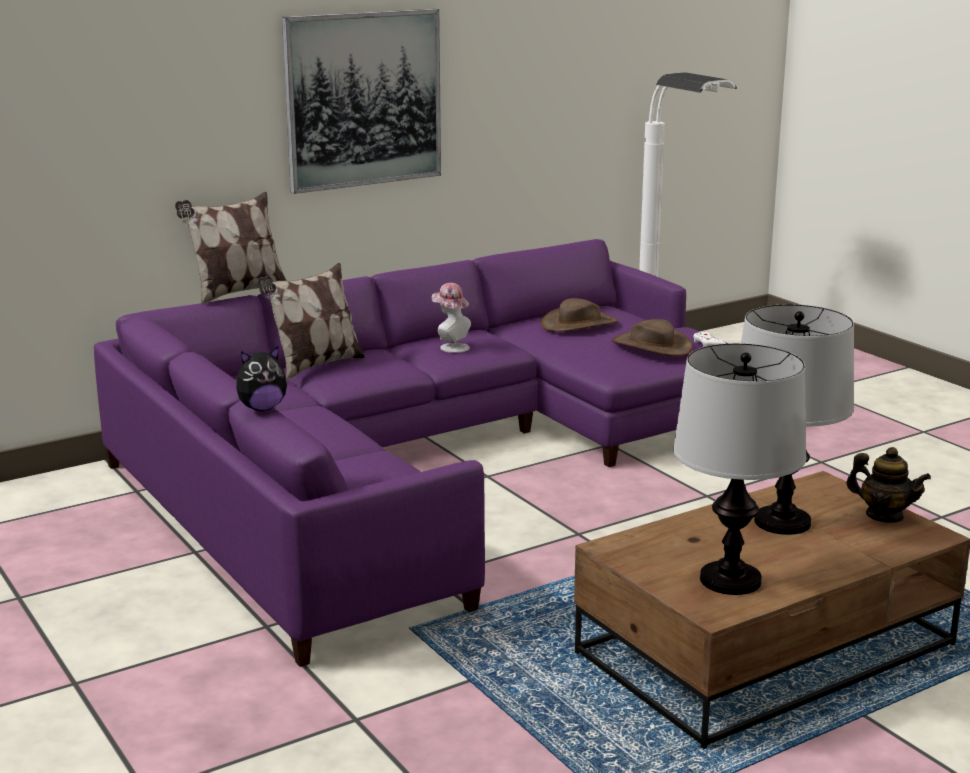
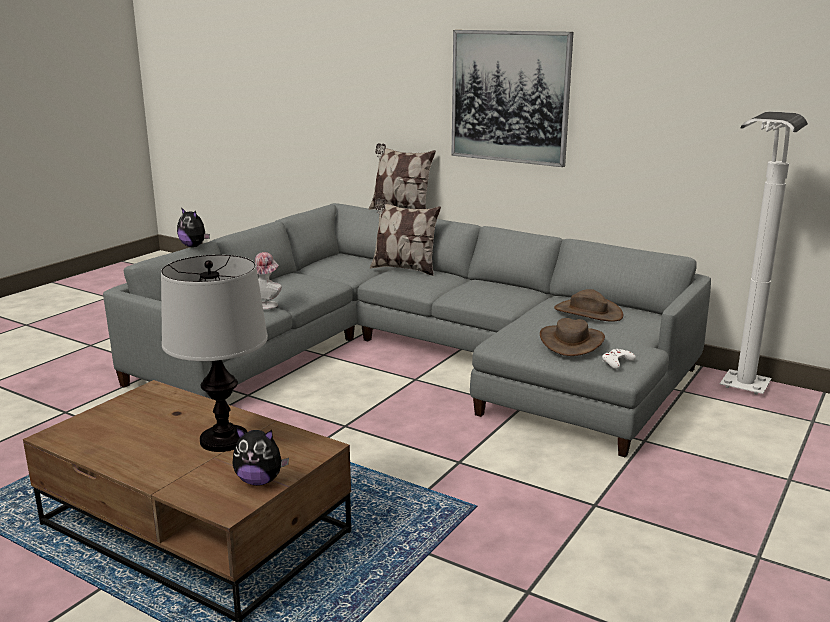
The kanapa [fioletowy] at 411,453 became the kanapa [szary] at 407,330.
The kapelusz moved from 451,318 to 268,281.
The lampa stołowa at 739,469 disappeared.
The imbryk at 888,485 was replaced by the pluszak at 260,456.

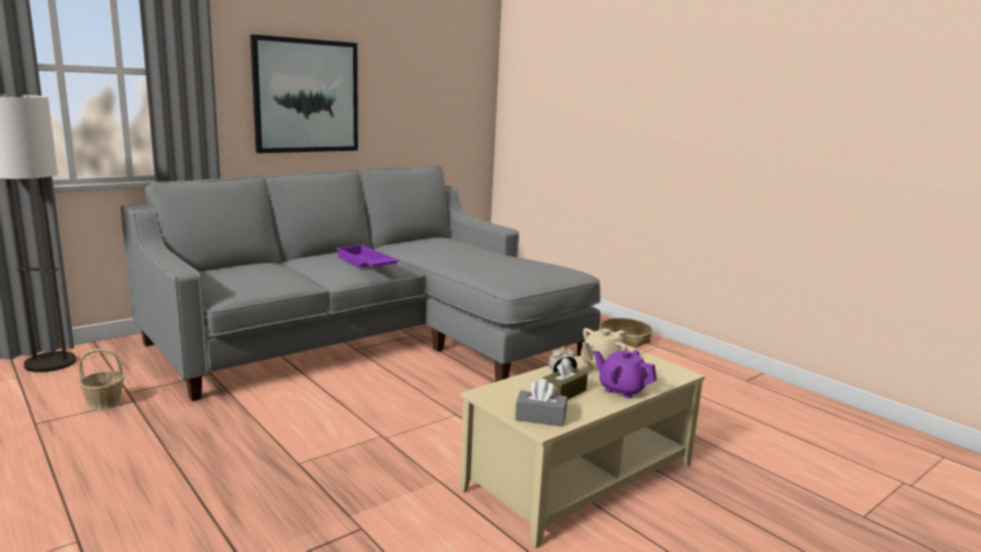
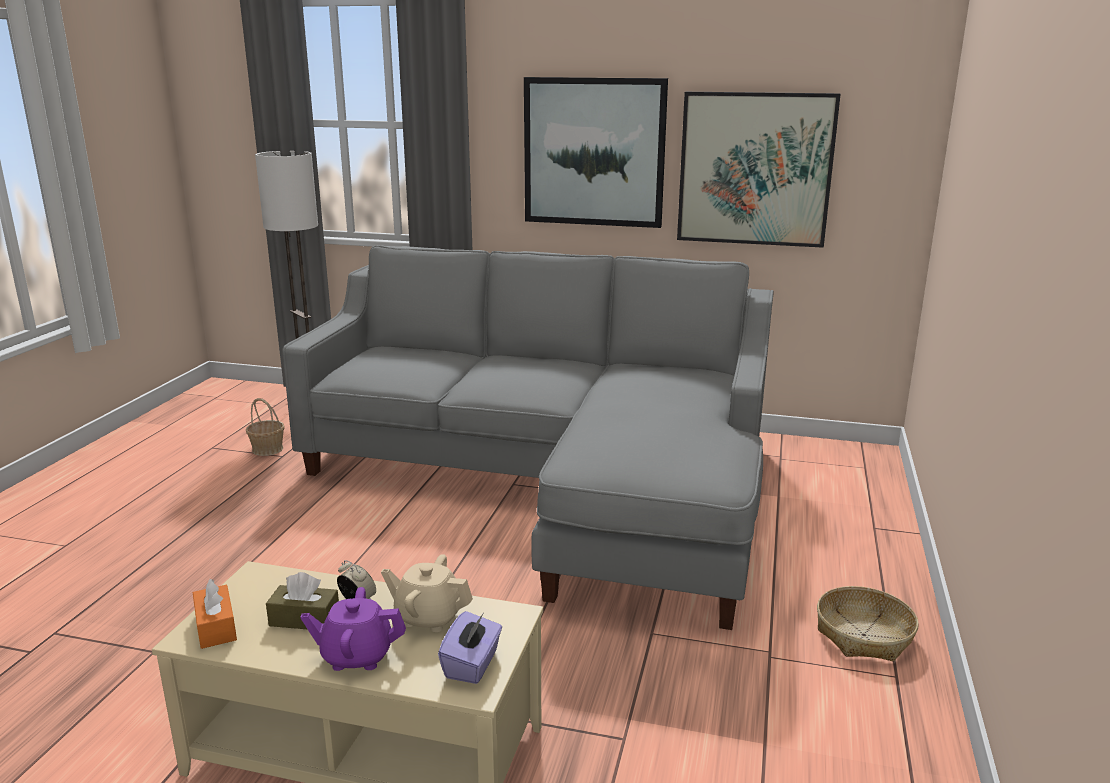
The taca [fioletowy] at 367,256 disappeared.
The imbryk [fioletowy] at 625,374 turned 90 degrees counterclockwise.
The pudełko chusteczek [szary] at 541,403 became the pudełko chusteczek [pomarańczowy] at 215,614.
The obraz at 759,170 appeared.
The pudełko chusteczek [fioletowy] at 470,647 appeared.

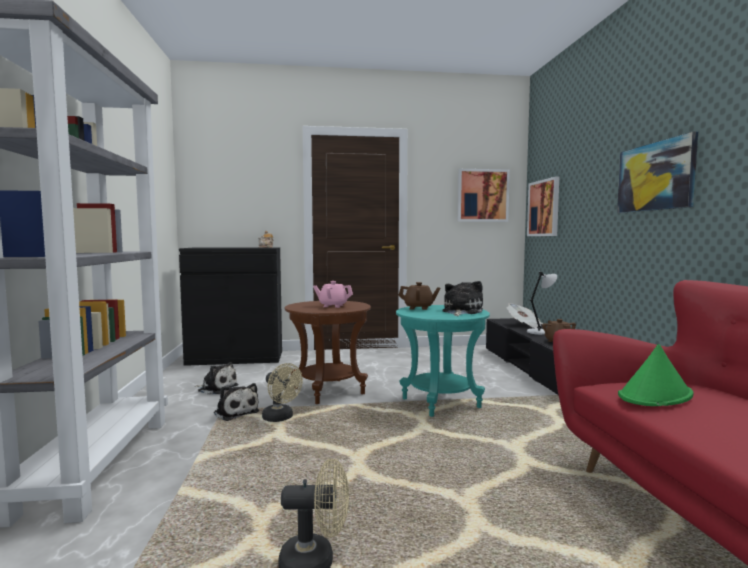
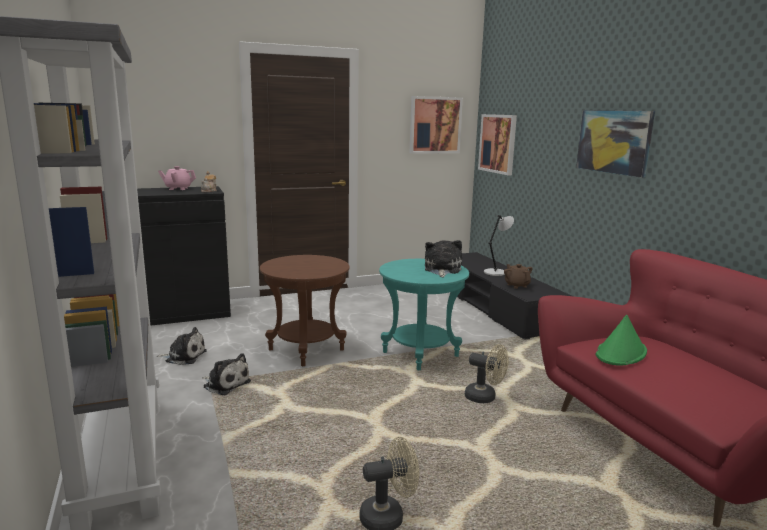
The imbryk [różowy] moved from 333,294 to 177,178.
The imbryk [brązowy] at 419,296 disappeared.
The gazeta at 525,315 disappeared.
The wentylator [beżowy] moved from 282,392 to 487,373.

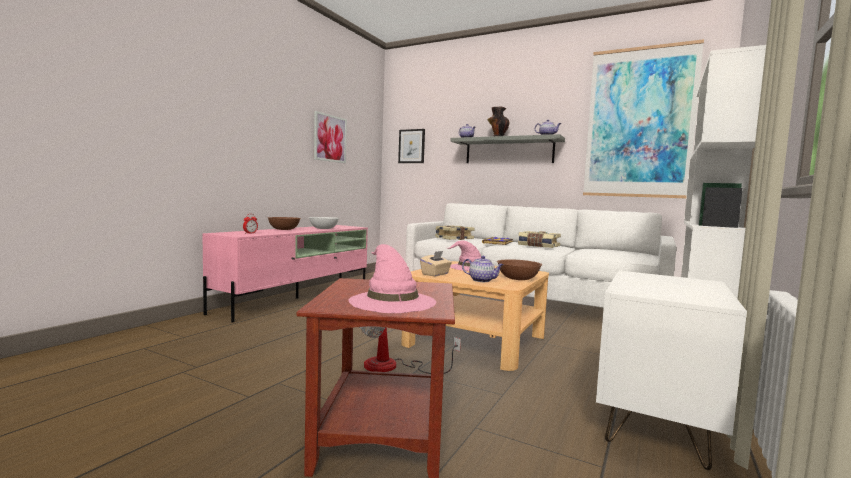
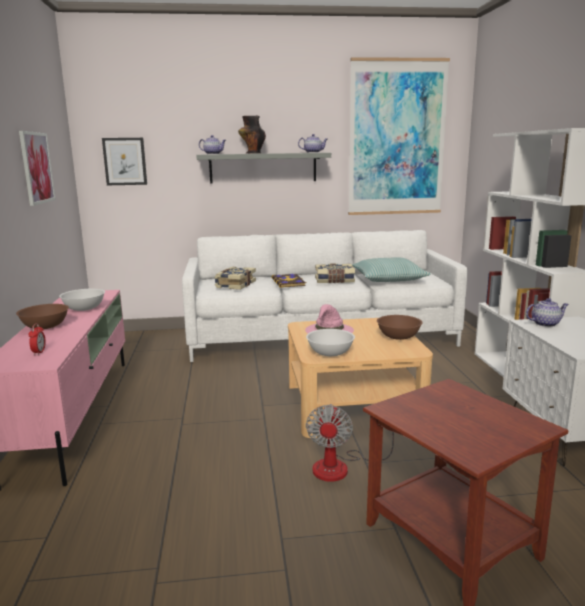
The kapelusz [różowy] at 392,278 disappeared.
The pudełko chusteczek [beżowy] at 436,264 was replaced by the miska [biały] at 330,342.
The imbryk moved from 483,269 to 547,312.
The poduszka at 391,270 appeared.

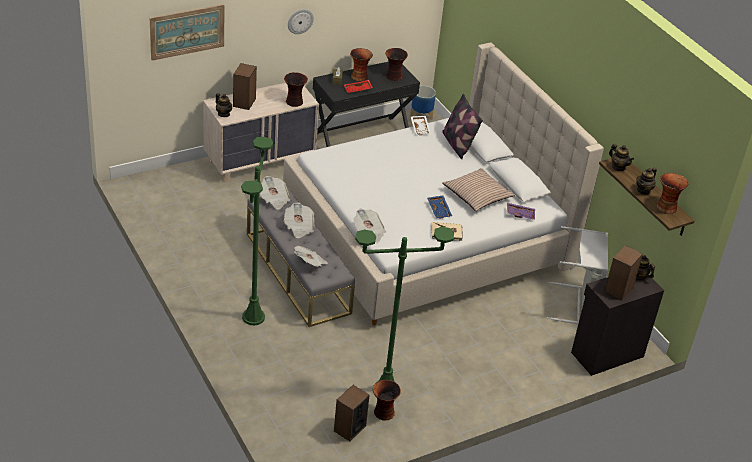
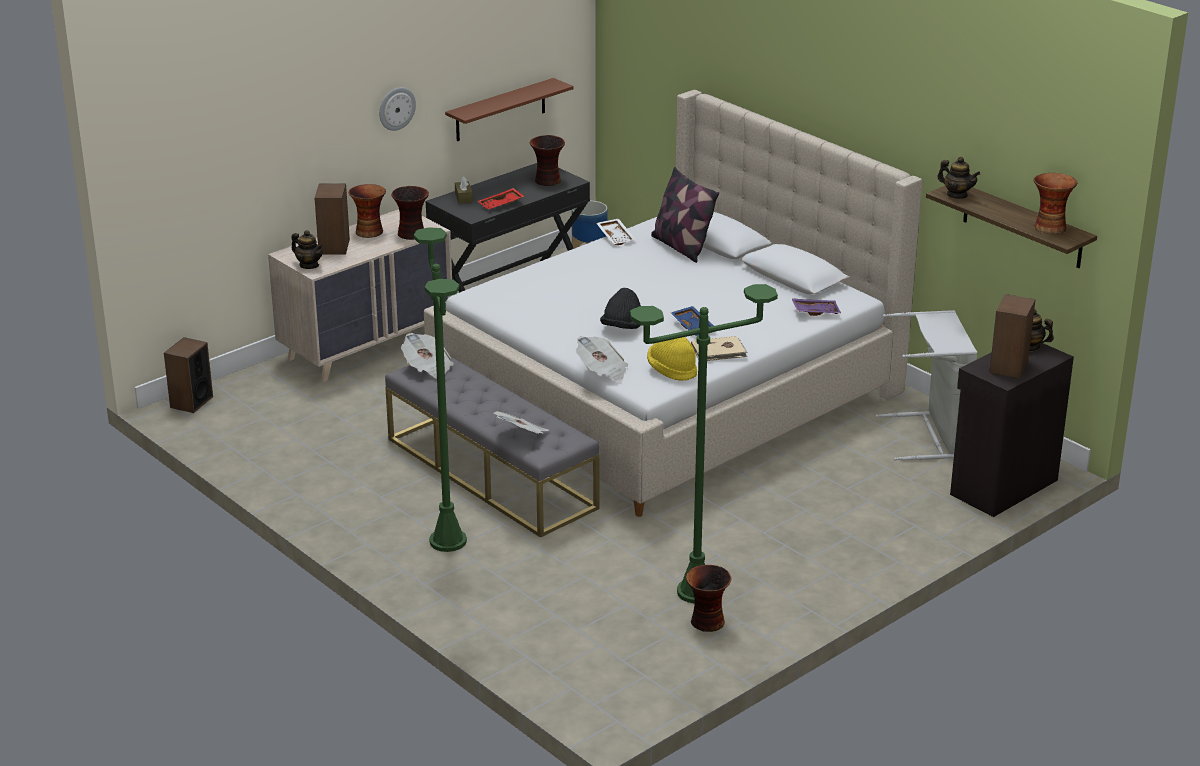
The obraz at 187,32 disappeared.
The wazon moved from 361,65 to 367,211.
The poduszka at 479,189 disappeared.
The imbryk at 646,181 disappeared.
The gazeta at 299,220 disappeared.
The głośnik moved from 352,413 to 188,375.
The półka [brązowy] at 509,109 appeared.
The kapelusz [czarny] at 620,308 appeared.
The kapelusz [żółty] at 672,359 appeared.

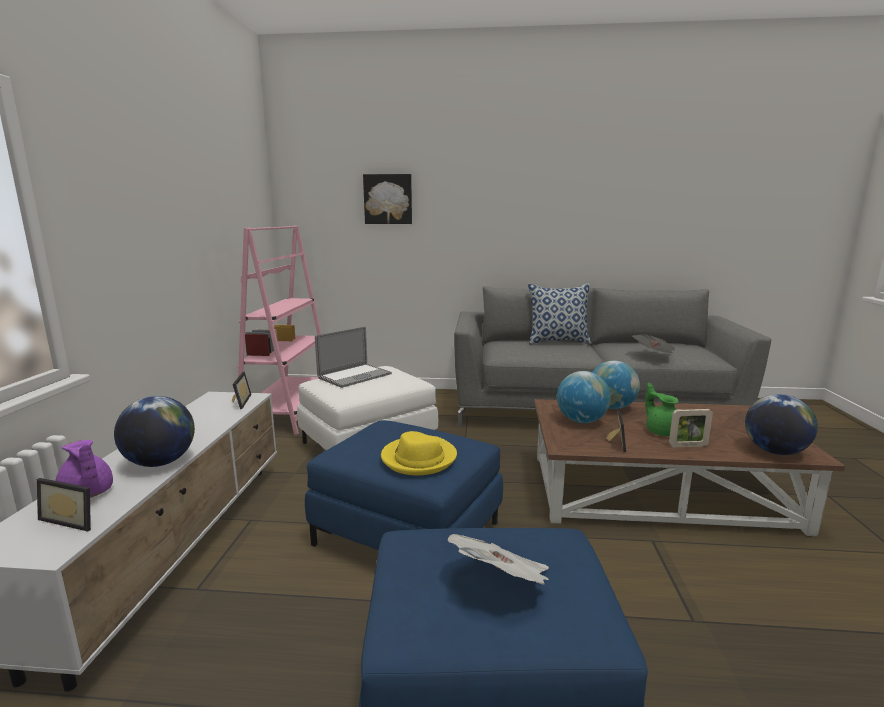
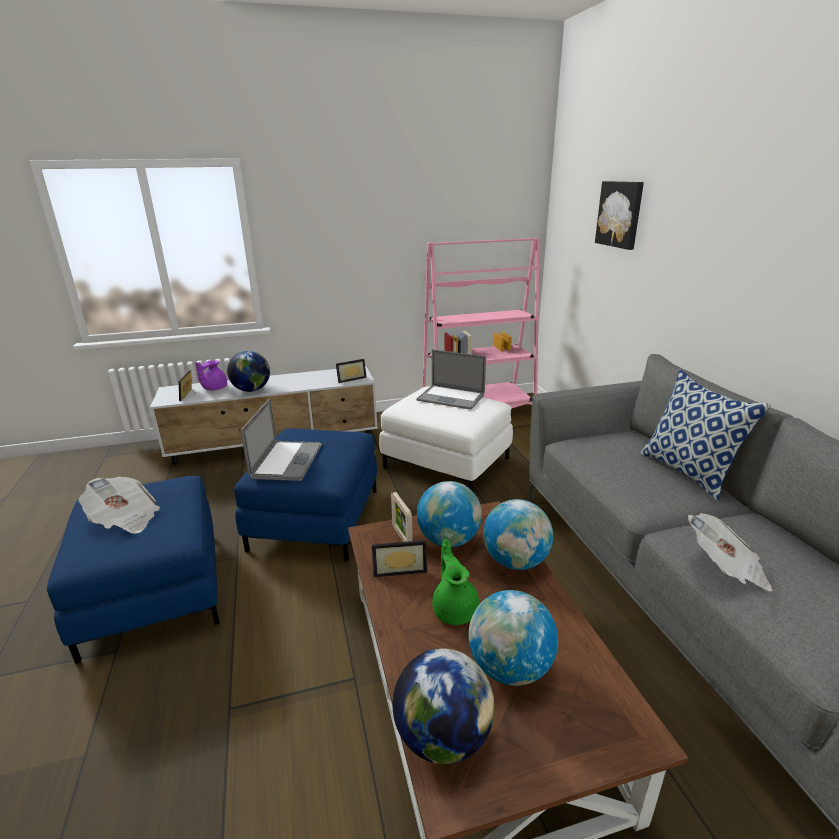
The imbryk [zielony] at 662,410 turned 60 degrees counterclockwise.
The ramka na zdjęcie moved from 691,428 to 402,517.
The kapelusz [żółty] at 419,453 was replaced by the laptop at 281,439.
The globus at 513,638 appeared.

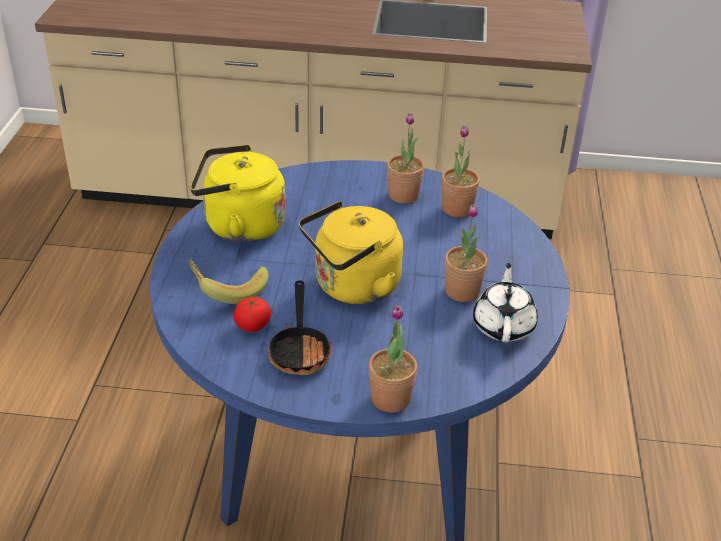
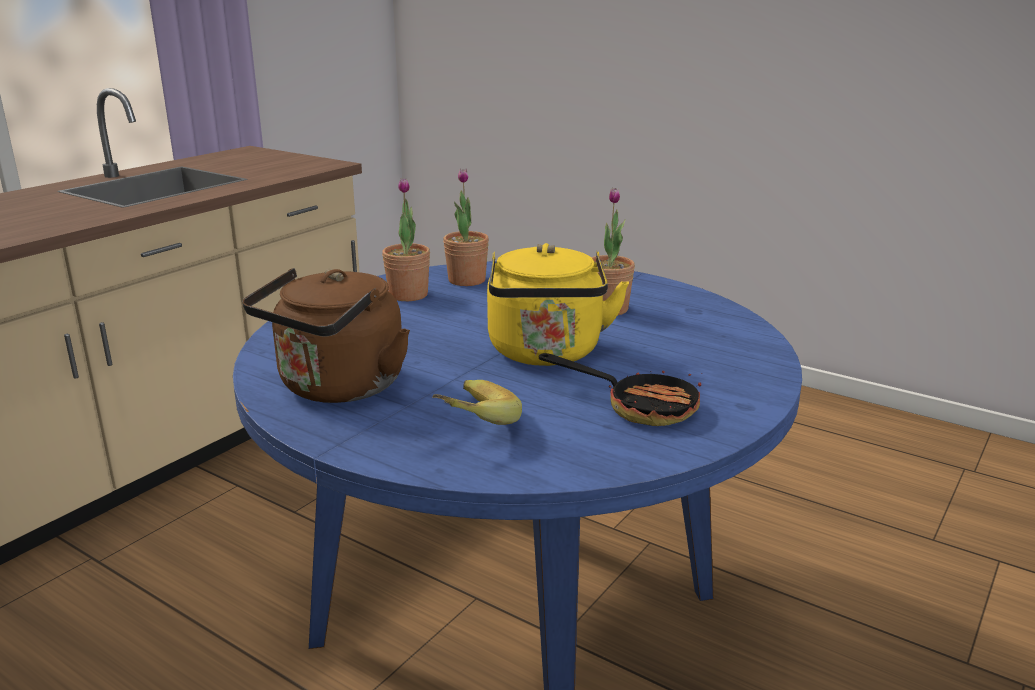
The czajnik [żółty] at 238,193 became the czajnik [brązowy] at 326,335.
The imbryk [biały] at 505,302 disappeared.
The pomidor at 252,314 disappeared.
The roślina doniczkowa at 393,359 disappeared.

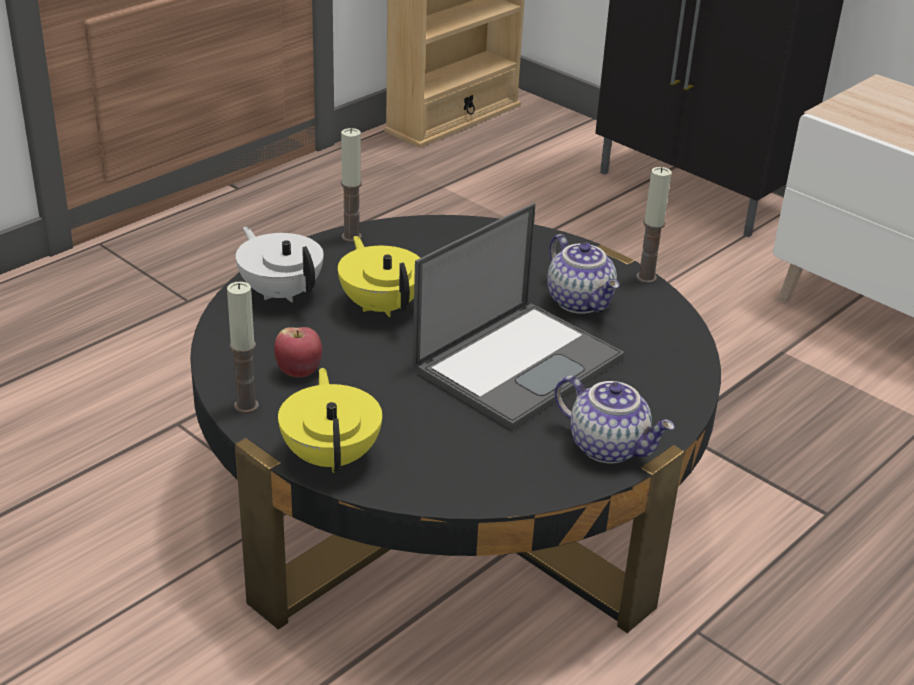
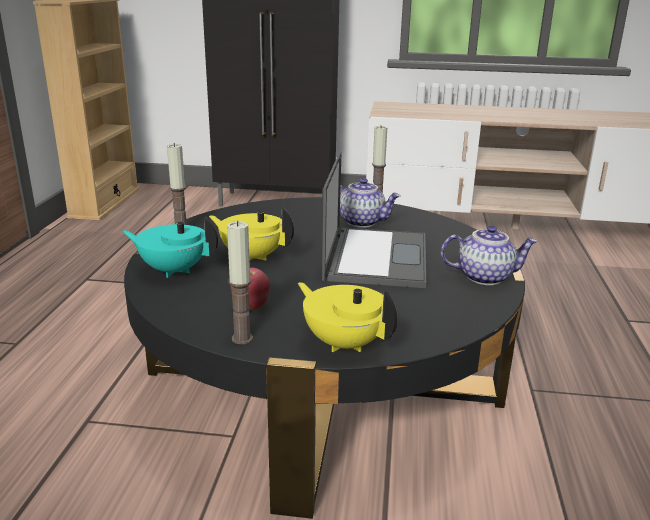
The imbryk [biały] at 280,265 became the imbryk [turkusowy] at 170,247.

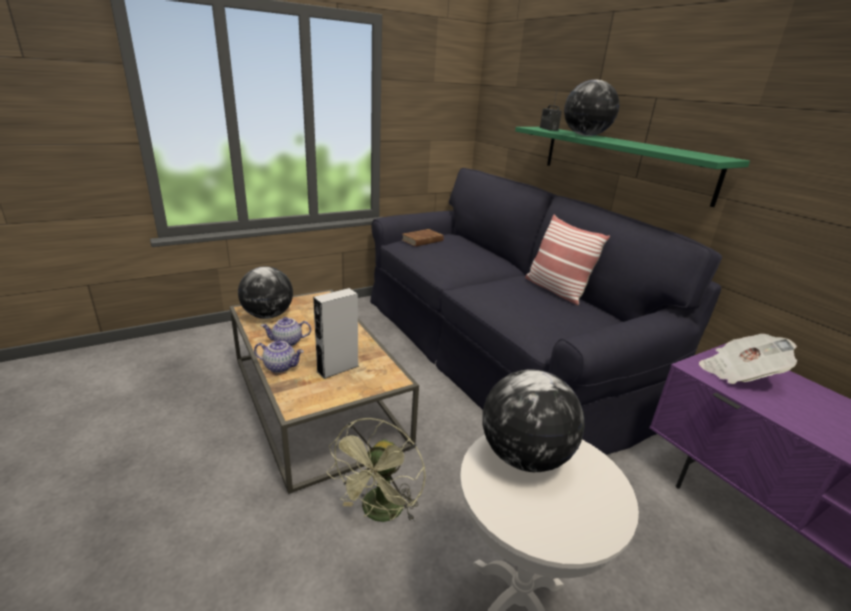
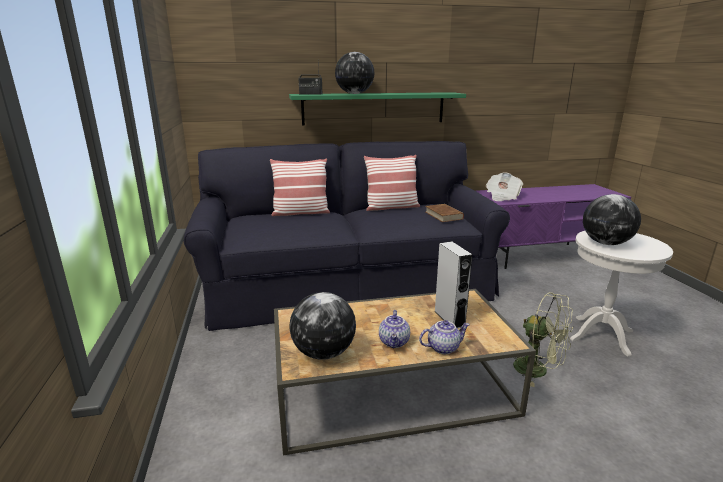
The książka [brązowy] moved from 423,238 to 445,213.
The imbryk at 279,356 turned 45 degrees clockwise.
The poduszka at 300,187 appeared.

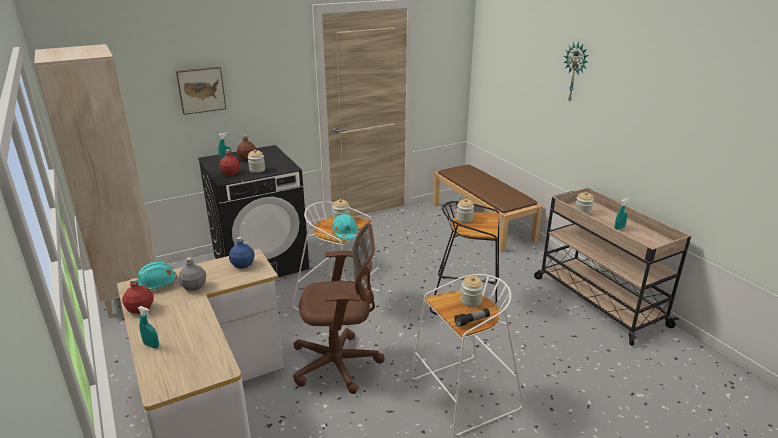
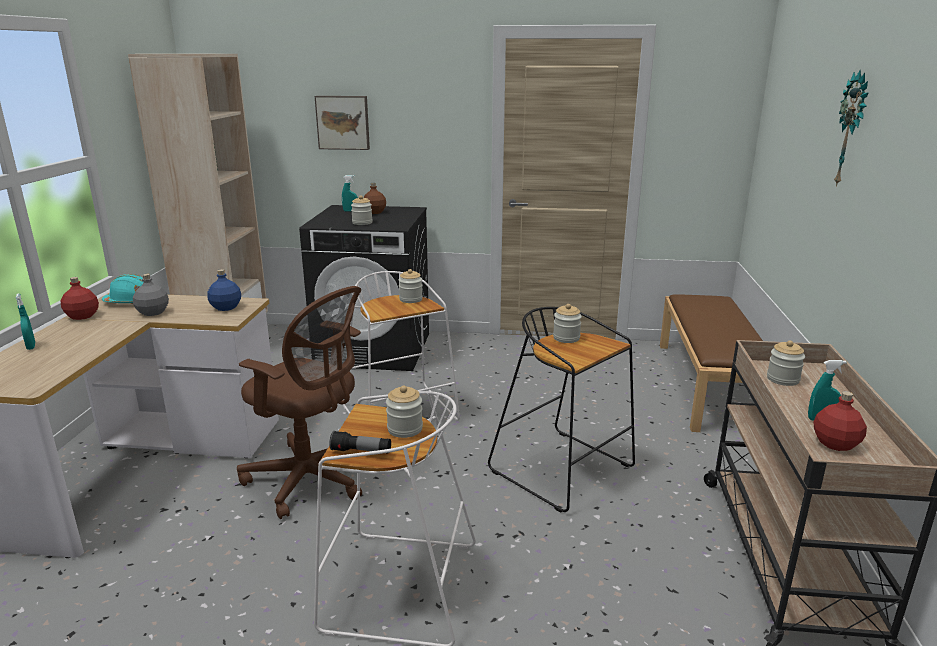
The butelka [czerwony] moved from 230,162 to 840,421.
The kask [turkusowy] at 345,226 disappeared.

